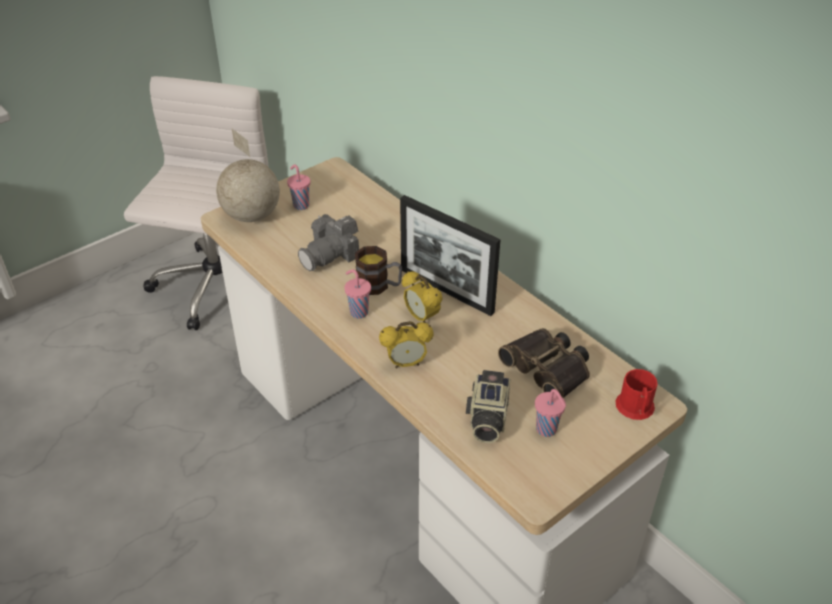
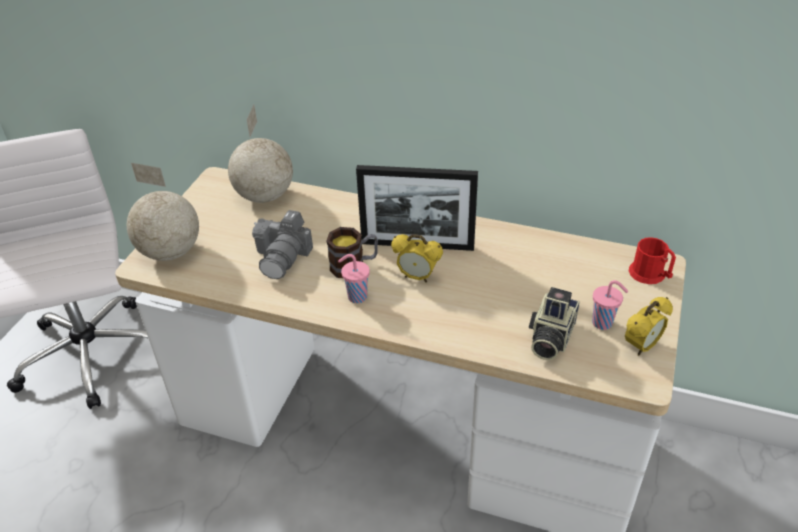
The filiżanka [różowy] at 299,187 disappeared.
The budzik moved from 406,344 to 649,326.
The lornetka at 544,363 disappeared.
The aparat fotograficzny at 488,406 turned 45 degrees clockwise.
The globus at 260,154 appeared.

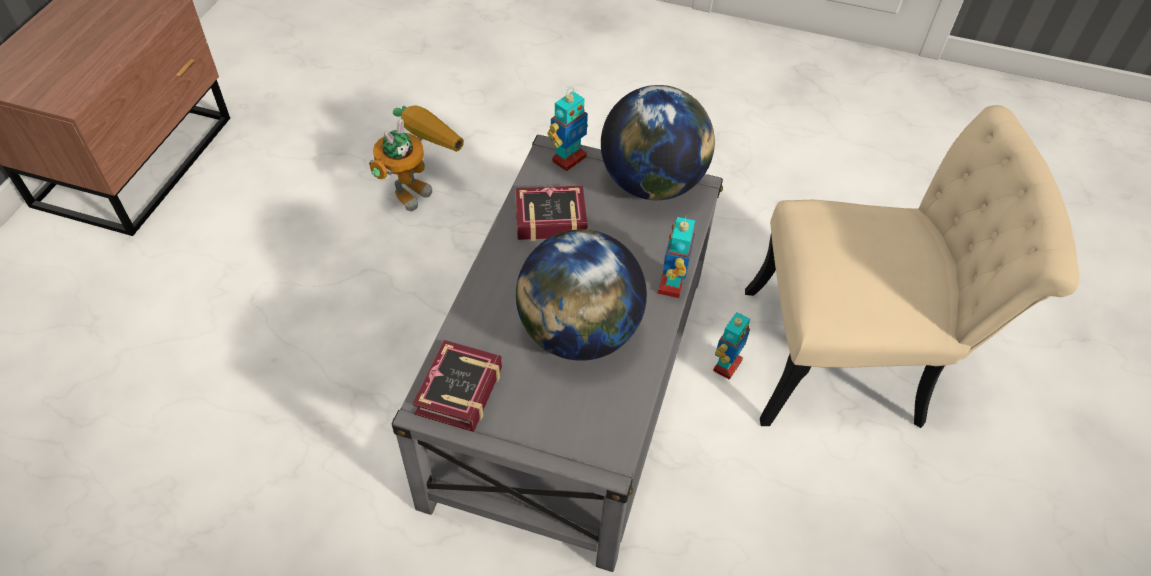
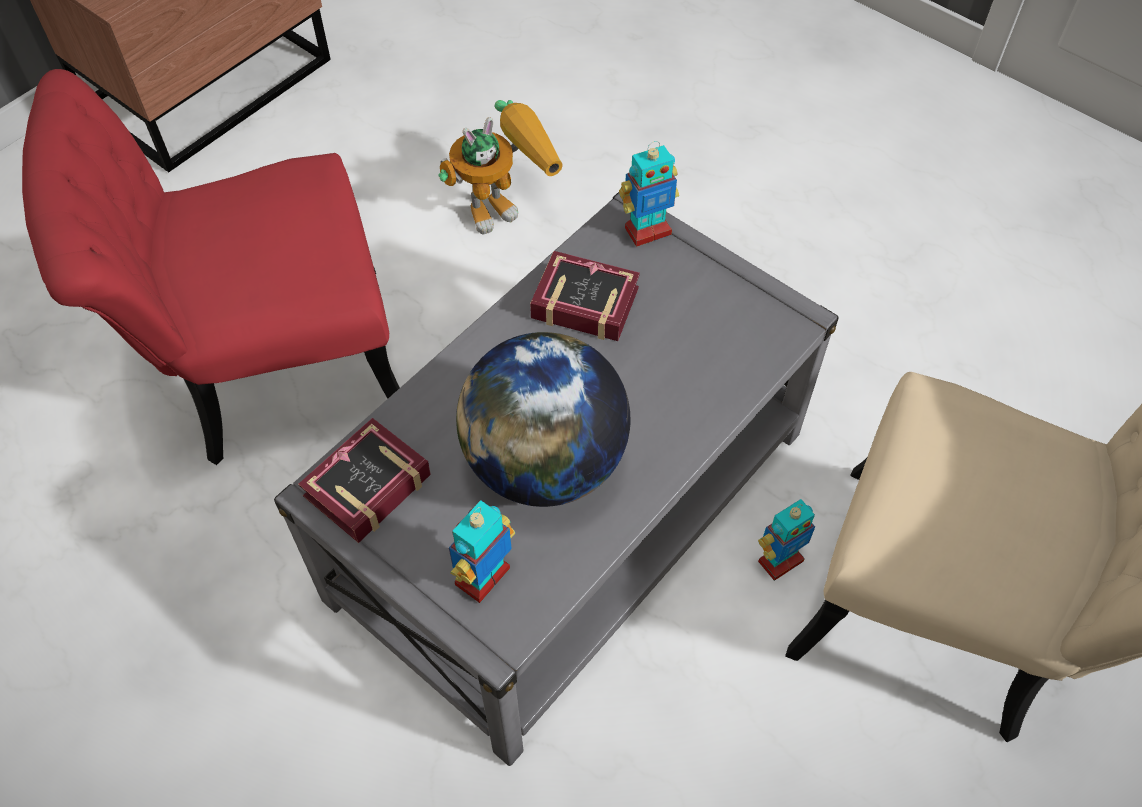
The globus at 658,142 disappeared.
The robot zabawkowy moved from 676,257 to 482,551.
The krzesło [czerwony] at 211,267 appeared.

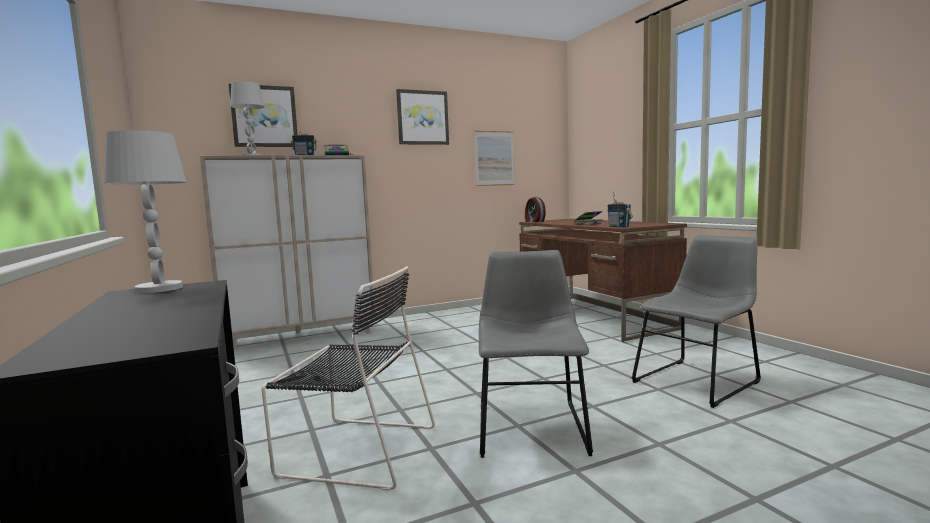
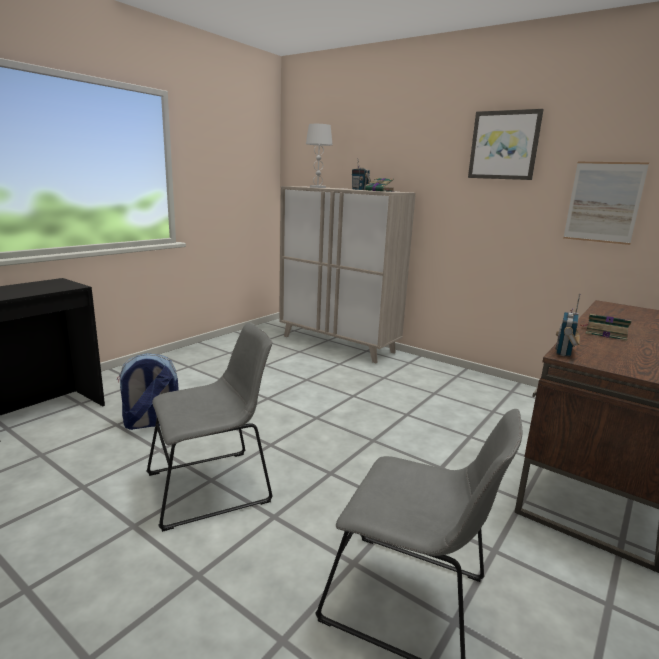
The obraz at 263,115 disappeared.
The lampa stołowa [biały] at 145,211 disappeared.
The budzik at 535,209 disappeared.
The krzesło [czarny] at 348,378 was replaced by the plecak at 147,391.

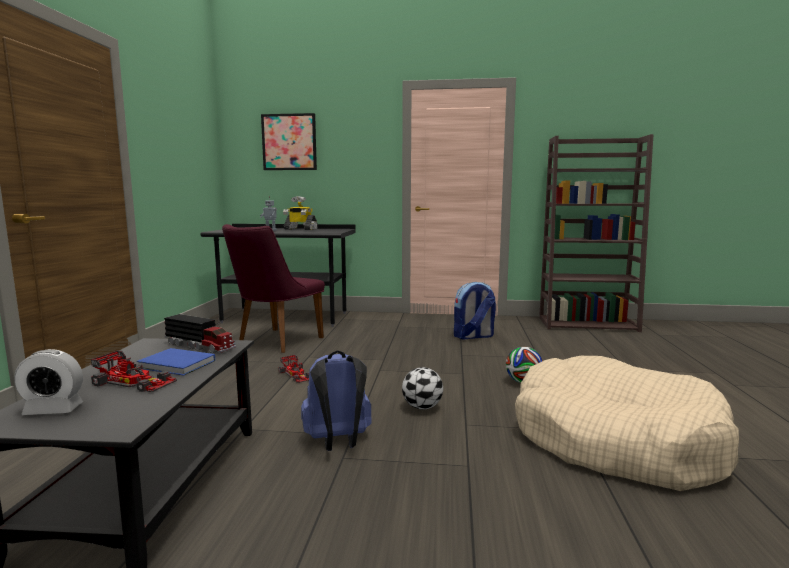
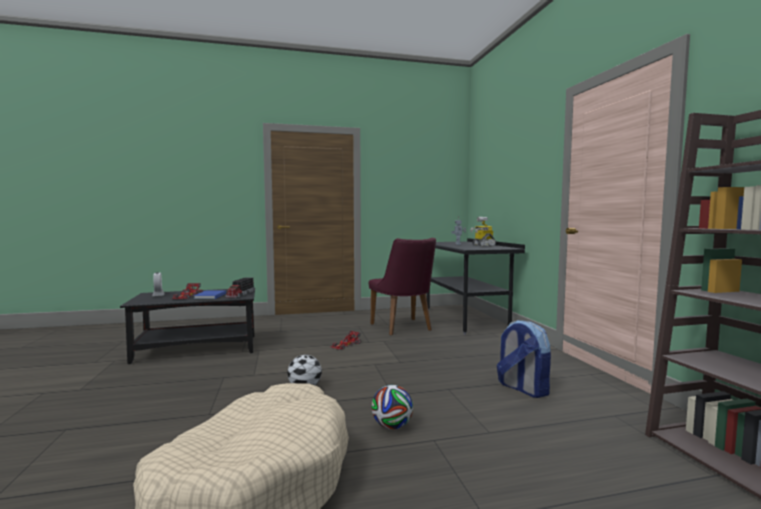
The obraz at 289,141 disappeared.
The krzesło [fioletowy] at 273,288 turned 120 degrees counterclockwise.
The plecak [niebieski] at 336,400 disappeared.

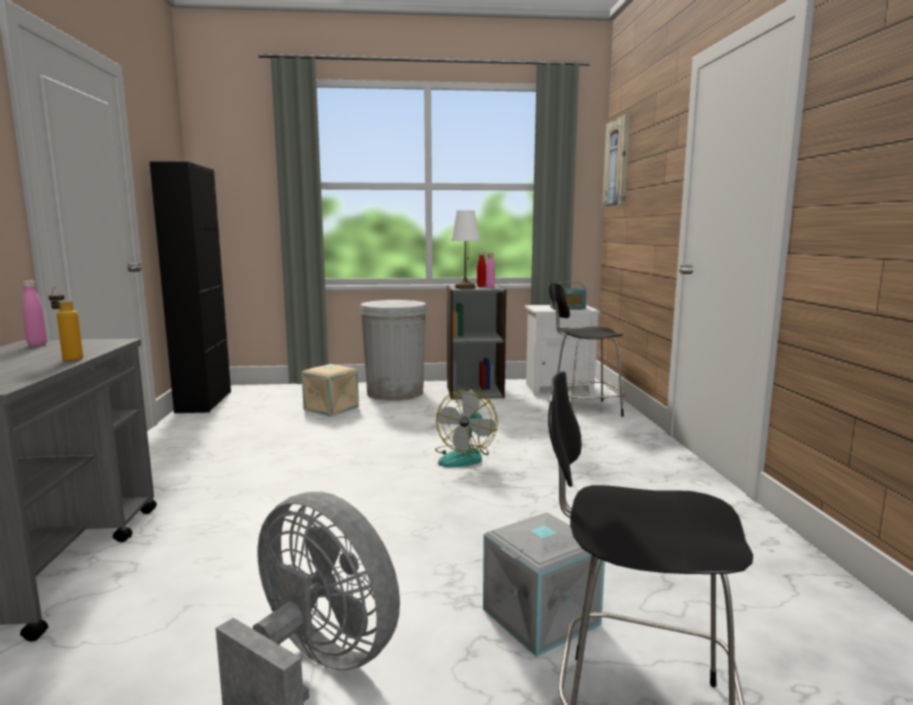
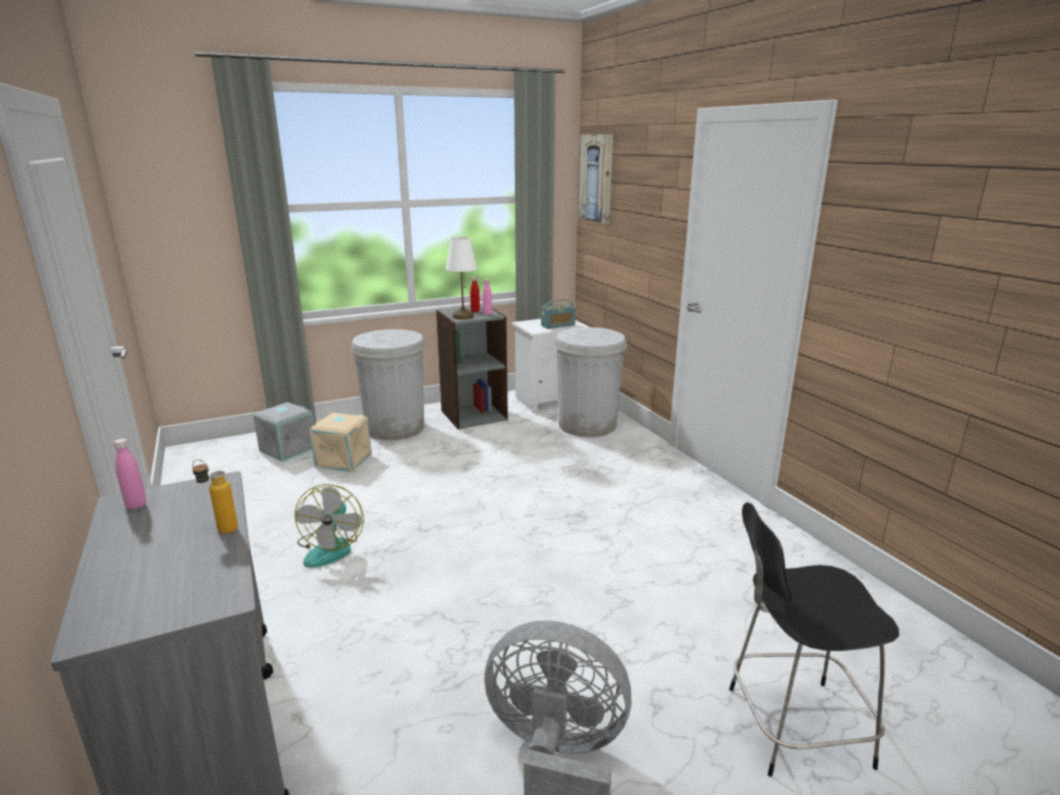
The szafka [czarny] at 190,287 disappeared.
The krzesło [czarny] at 587,349 was replaced by the kosz na śmieci [biały] at 590,382.
The wentylator moved from 466,428 to 329,526.
The pojemnik do przechowywania [szary] moved from 544,584 to 283,432.

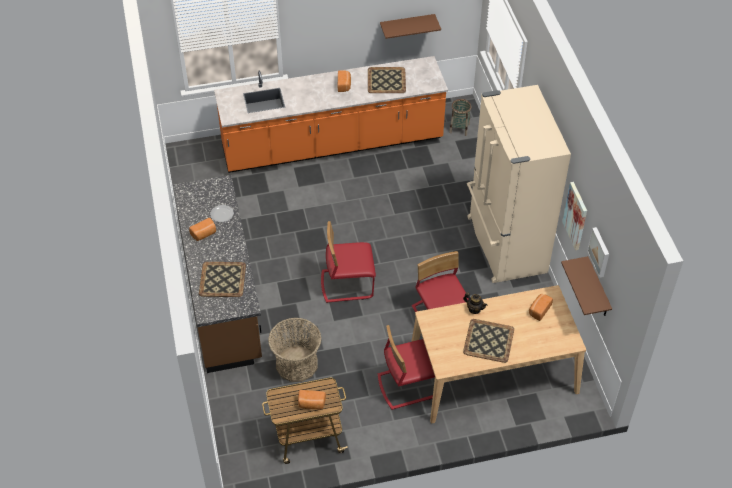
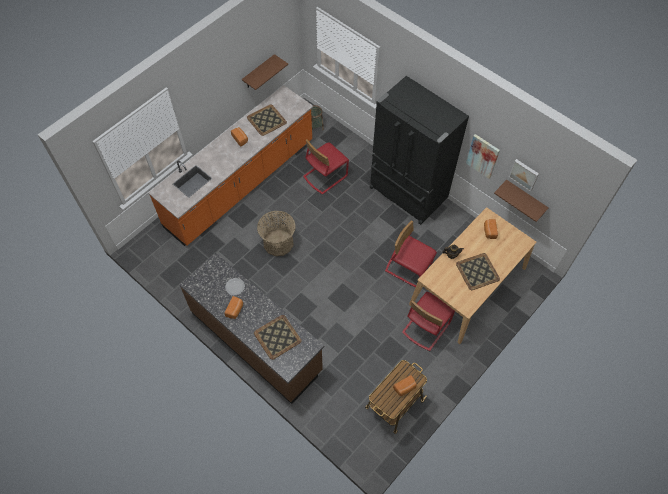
The lodówka [beżowy] at 519,184 became the lodówka [czarny] at 419,150.
The krzesło [czerwony] moved from 348,262 to 326,167.
The koszyk moved from 294,350 to 276,233.

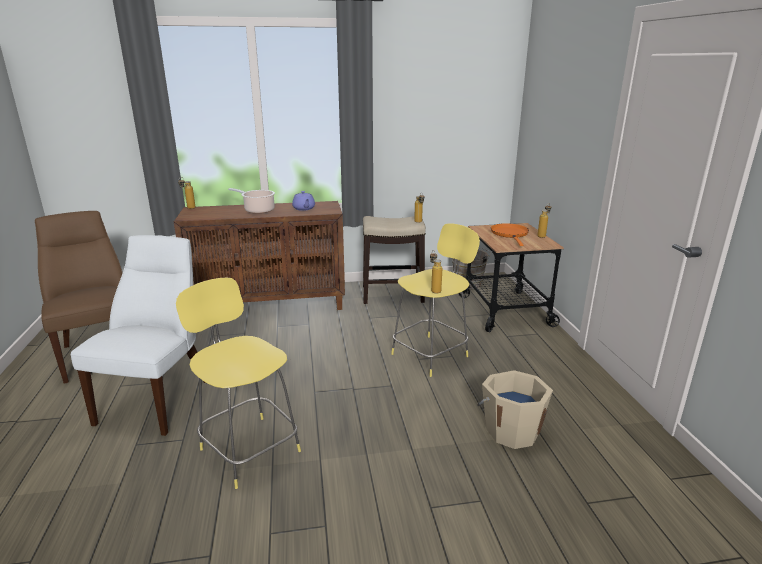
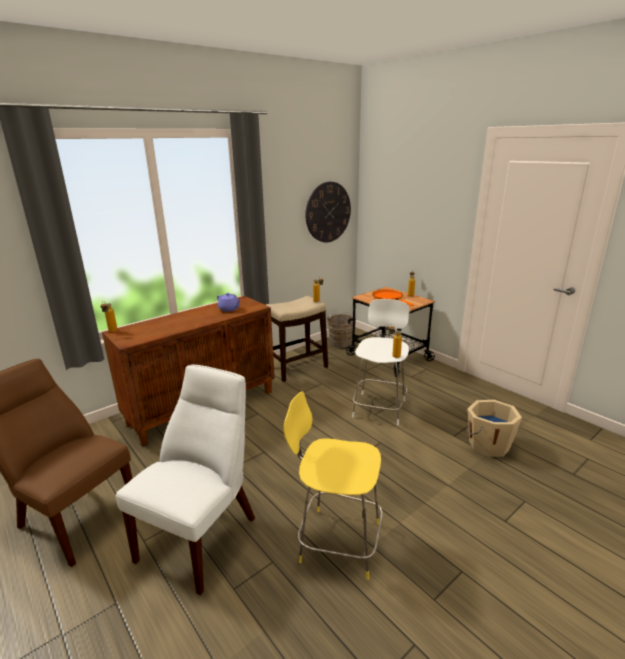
The garnek at 251,201 disappeared.
The stołek [żółty] at 435,300 became the stołek [biały] at 380,362.
The krzesło [biały] at 138,335 turned 45 degrees clockwise.
The zegar ścienny at 328,212 appeared.

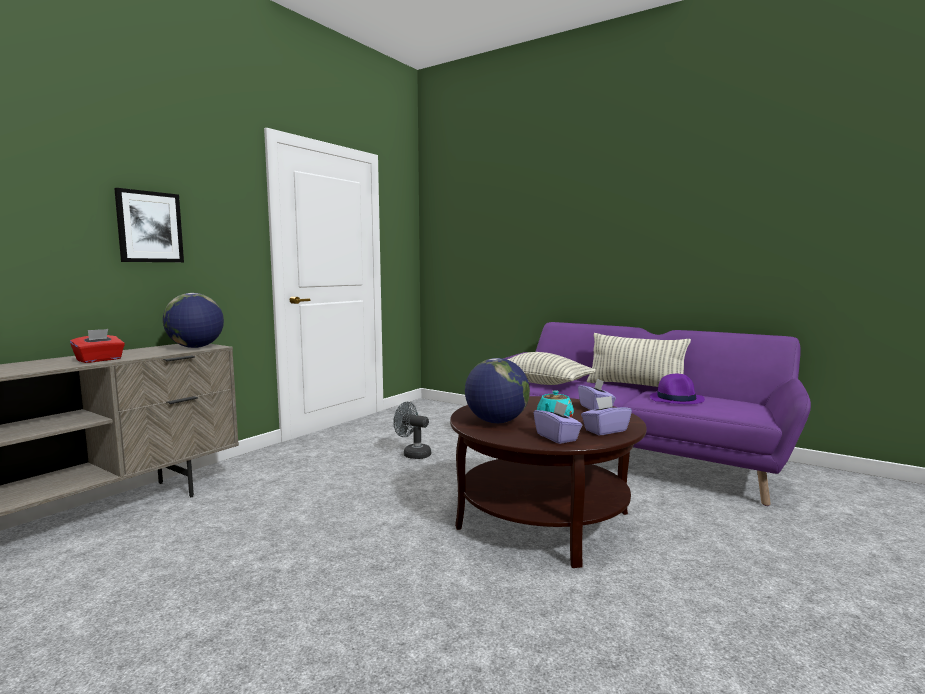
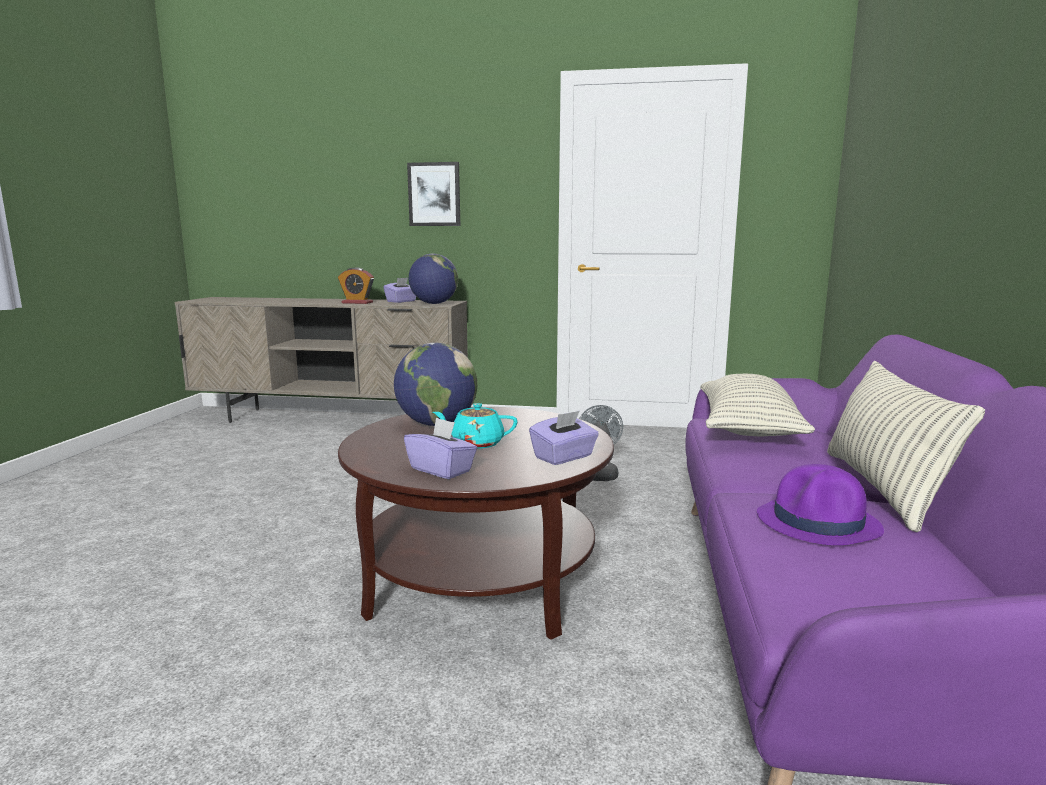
The pudełko chusteczek [czerwony] at 97,346 was replaced by the budzik at 356,285.
The pudełko chusteczek [fioletowy] moved from 558,422 to 399,290.

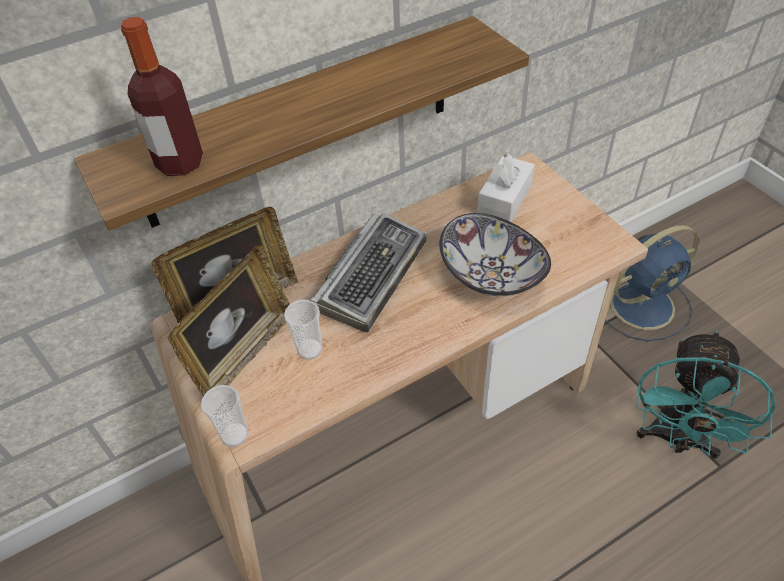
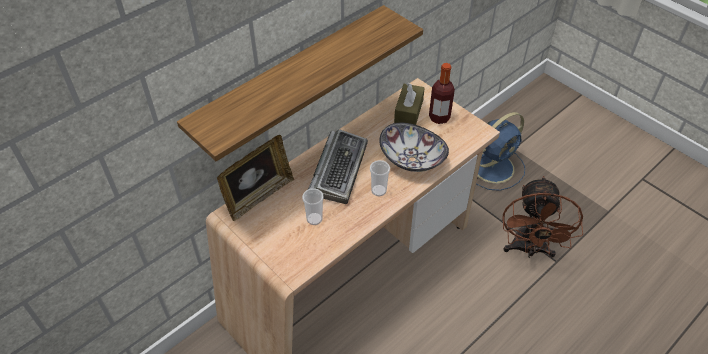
The butelka moved from 162,96 to 442,93.
The pudełko chusteczek [biały] at 506,187 became the pudełko chusteczek [brązowy] at 409,104.
The ramka na zdjęcie at 229,320 disappeared.
The wentylator [turkusowy] at 706,394 became the wentylator [brązowy] at 542,217.
The filiżanka moved from 225,416 to 380,178.

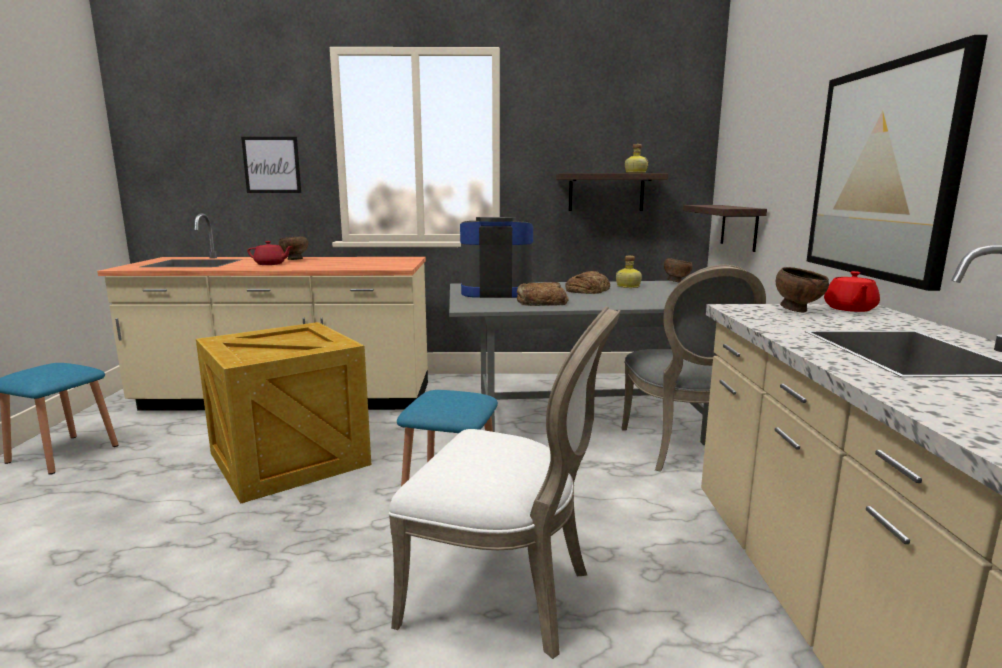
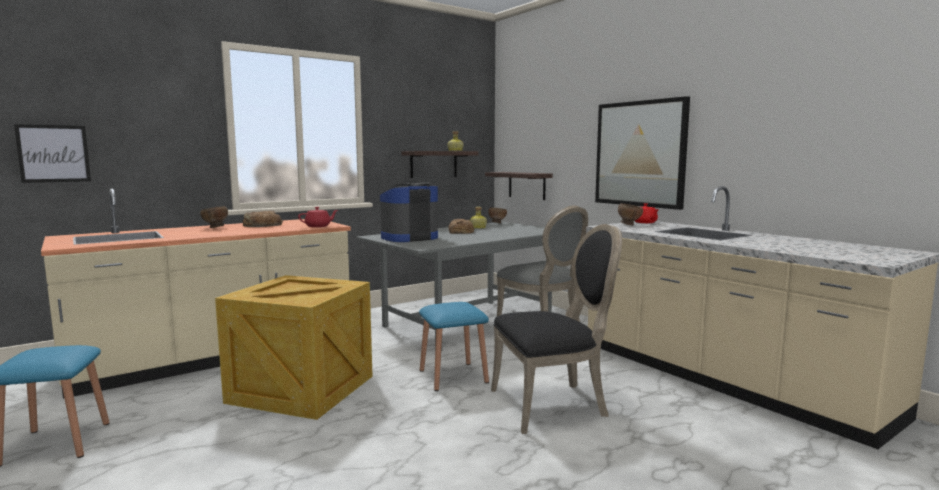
The obraz moved from 271,165 to 52,153.
The imbryk [czerwony] moved from 270,253 to 318,217.
The chleb moved from 543,294 to 263,218.
The krzesło [biały] at 504,482 became the krzesło [czarny] at 556,329.

